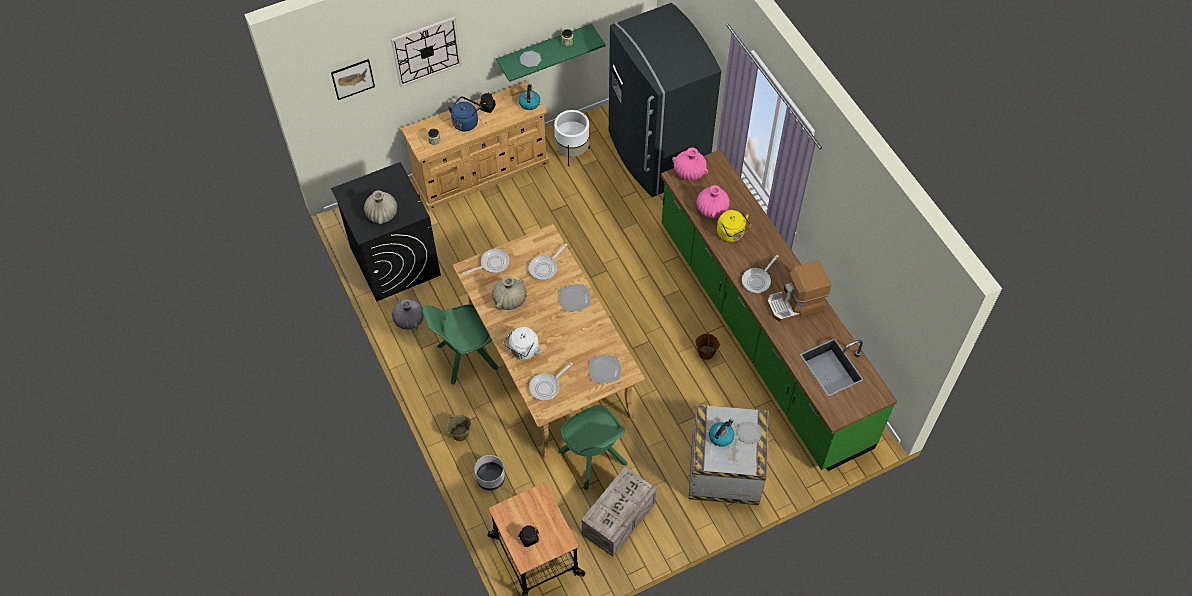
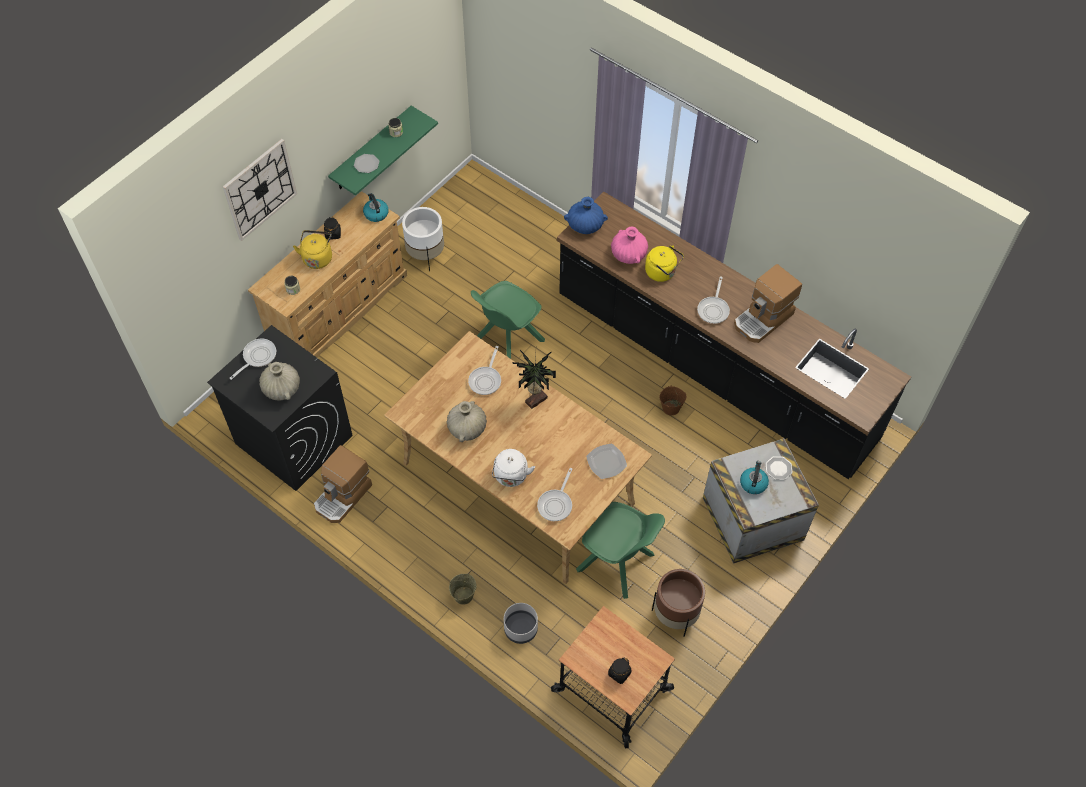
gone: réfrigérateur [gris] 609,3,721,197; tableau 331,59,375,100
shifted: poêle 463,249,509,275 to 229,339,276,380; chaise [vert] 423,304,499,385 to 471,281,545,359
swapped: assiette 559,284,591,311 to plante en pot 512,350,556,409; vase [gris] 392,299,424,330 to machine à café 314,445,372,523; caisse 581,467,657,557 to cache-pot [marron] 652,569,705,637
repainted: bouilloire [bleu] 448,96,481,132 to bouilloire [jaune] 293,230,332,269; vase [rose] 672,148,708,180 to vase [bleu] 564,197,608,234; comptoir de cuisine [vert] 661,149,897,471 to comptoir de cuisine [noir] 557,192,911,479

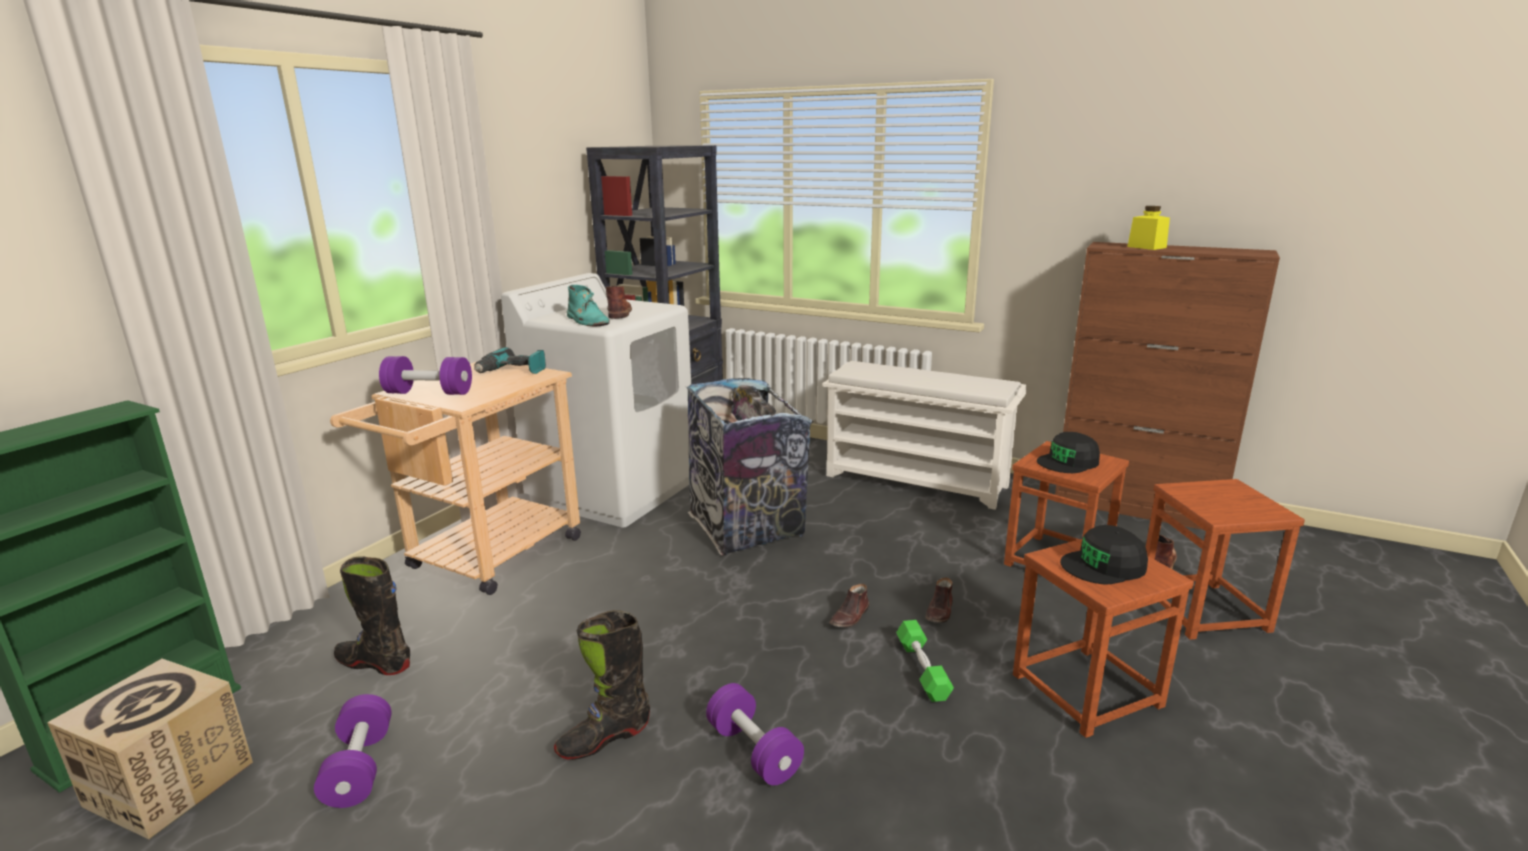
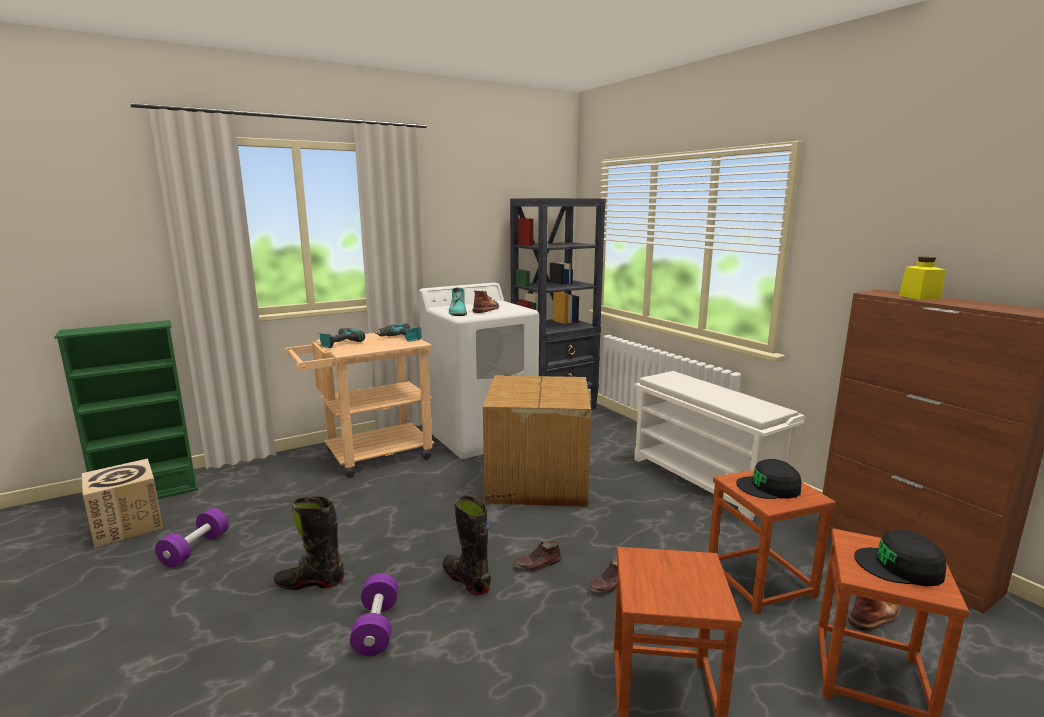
gone: haltère [vert] 896,620,954,702
shifted: casquette [noir] 1060,525,1148,584 to 854,530,947,586; botte [noir] 334,556,410,675 to 443,495,491,595
swapped: haltère [violet] 379,356,472,395 to perceuse 319,328,365,348; poubelle 687,378,813,556 to carton 483,375,591,507

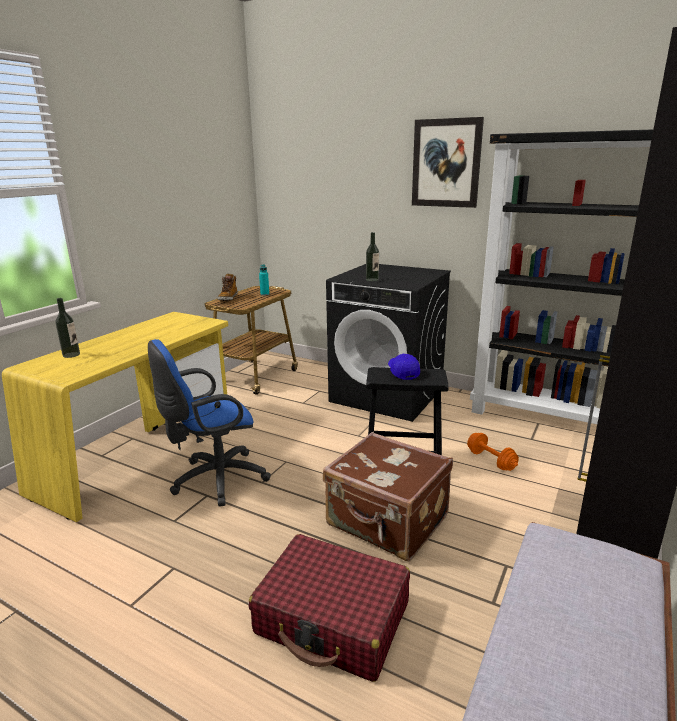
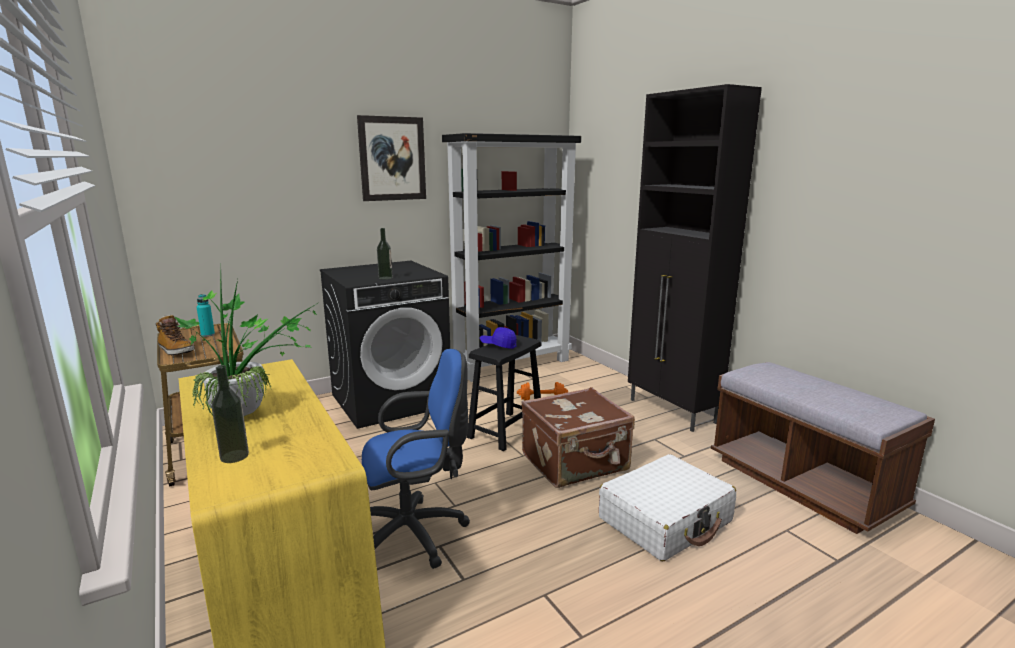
new: plante en pot 175,275,318,416
repainted: valise [rouge] 249,534,410,682 to valise [blanc] 599,454,736,561
rotated: chaise de bureau [bleu] 148,339,271,507 = 362,349,470,569 105 degrees counterclockwise

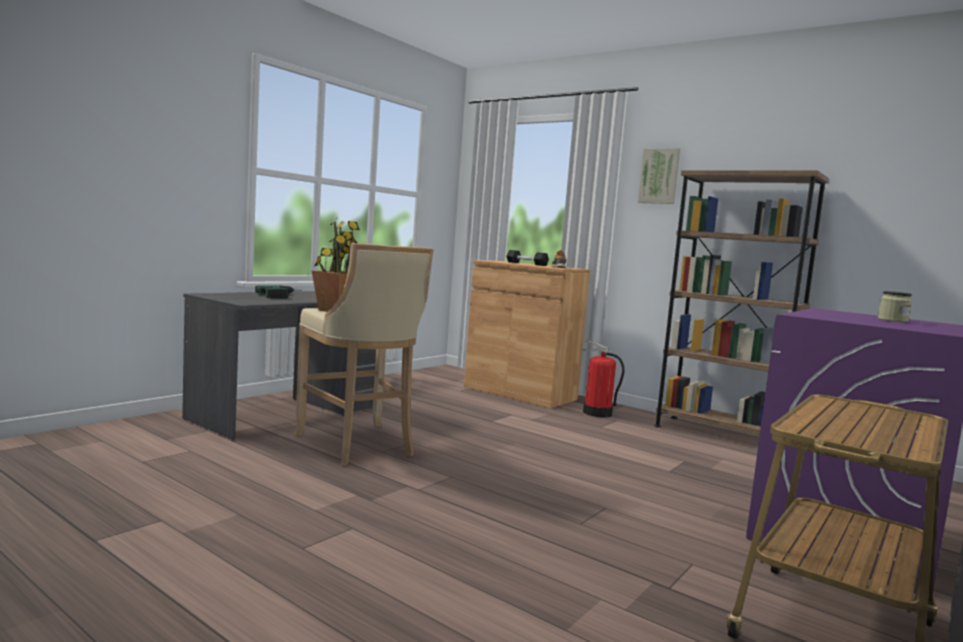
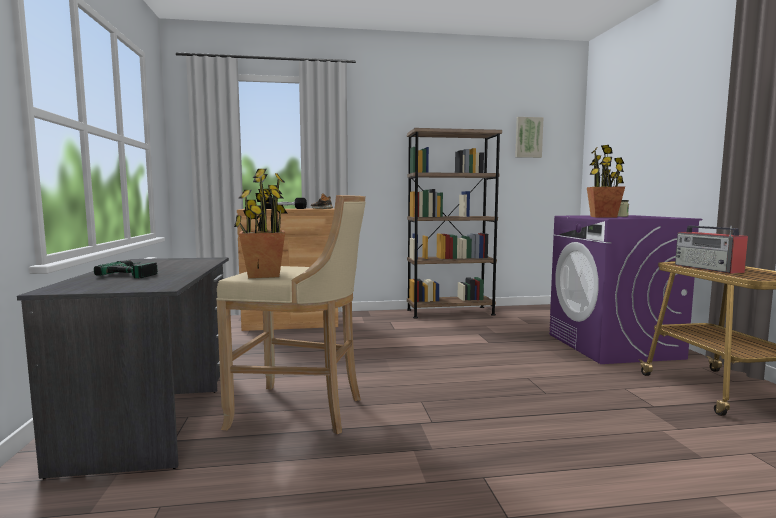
gone: extincteur 583,341,625,417
new: plante en pot 587,145,625,218; radio 675,226,748,274
shifted: tableau 638,148,680,204 to 515,117,544,158

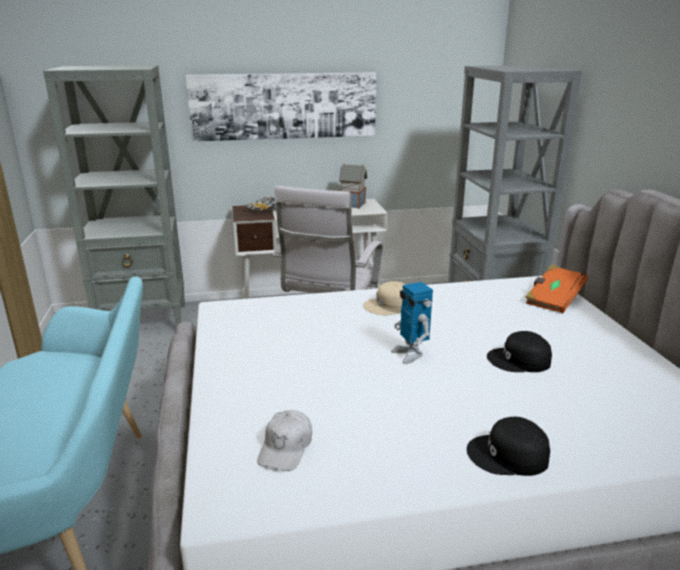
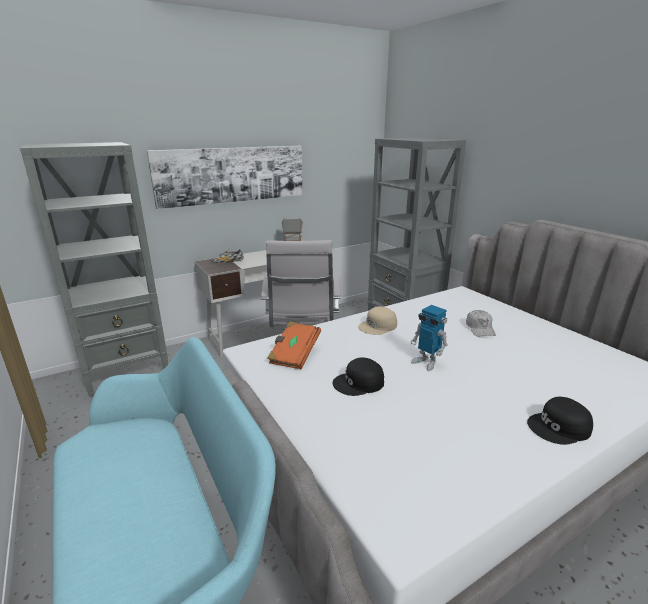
shifted: livre [orange] 525,265,588,313 to 267,321,321,369; casquette [noir] 487,331,552,372 to 333,357,384,396; casquette [blanc] 257,410,312,471 to 466,310,496,336

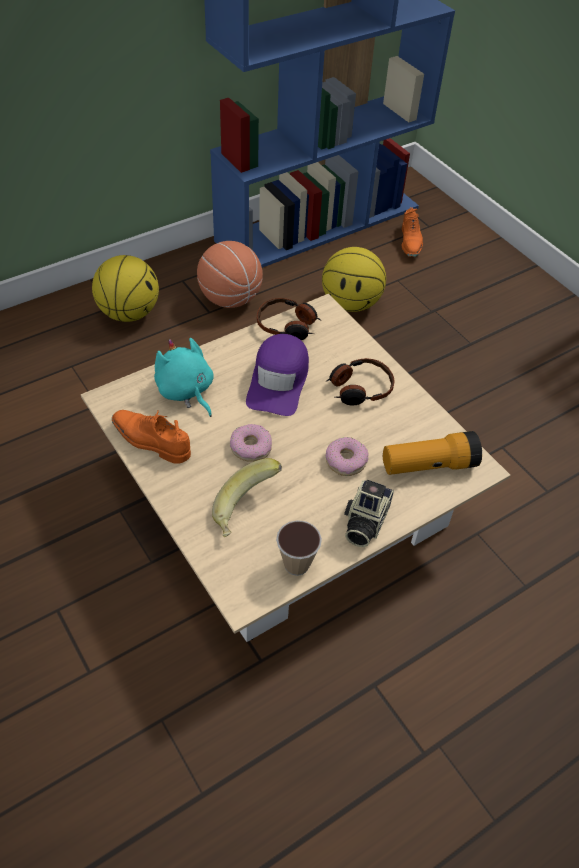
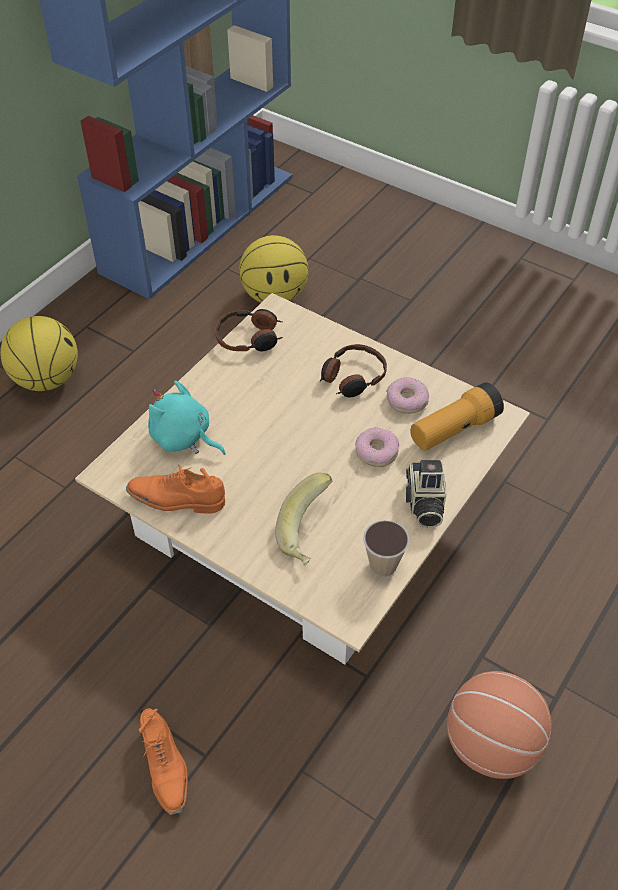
gone: casquette [violet] 246,334,309,416
shifted: chaussure [orange] 402,207,423,257 to 139,708,188,815; ballon de basket 197,241,263,308 to 447,671,551,779; beignet 230,424,272,462 to 386,377,429,414

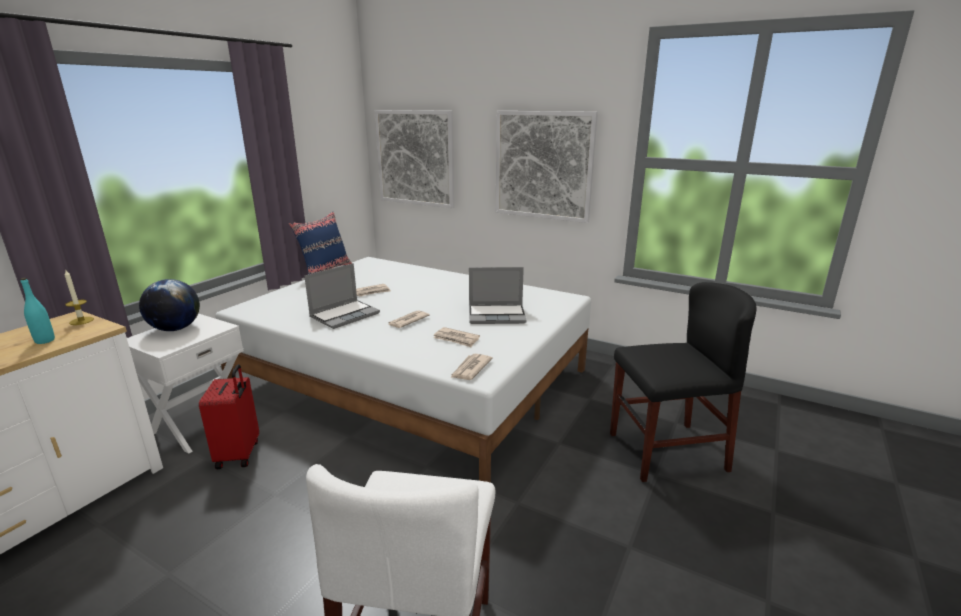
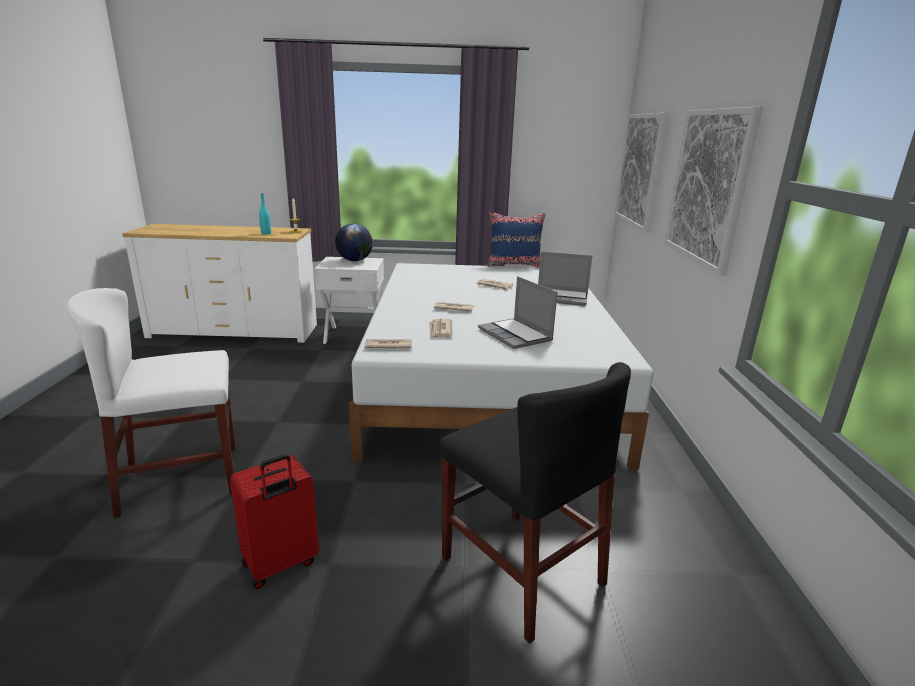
shifted: ordinateur portable 304,263,380,329 to 538,252,592,306; valise [rouge] 199,364,259,469 to 230,454,319,589

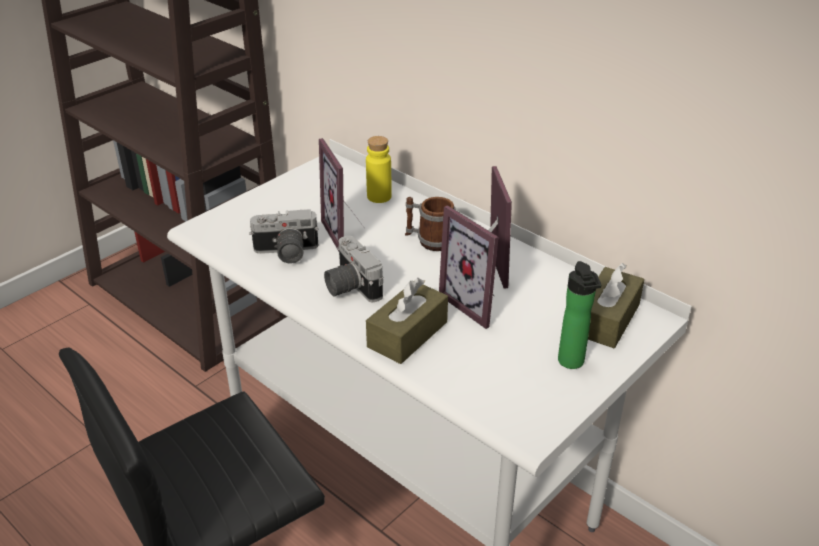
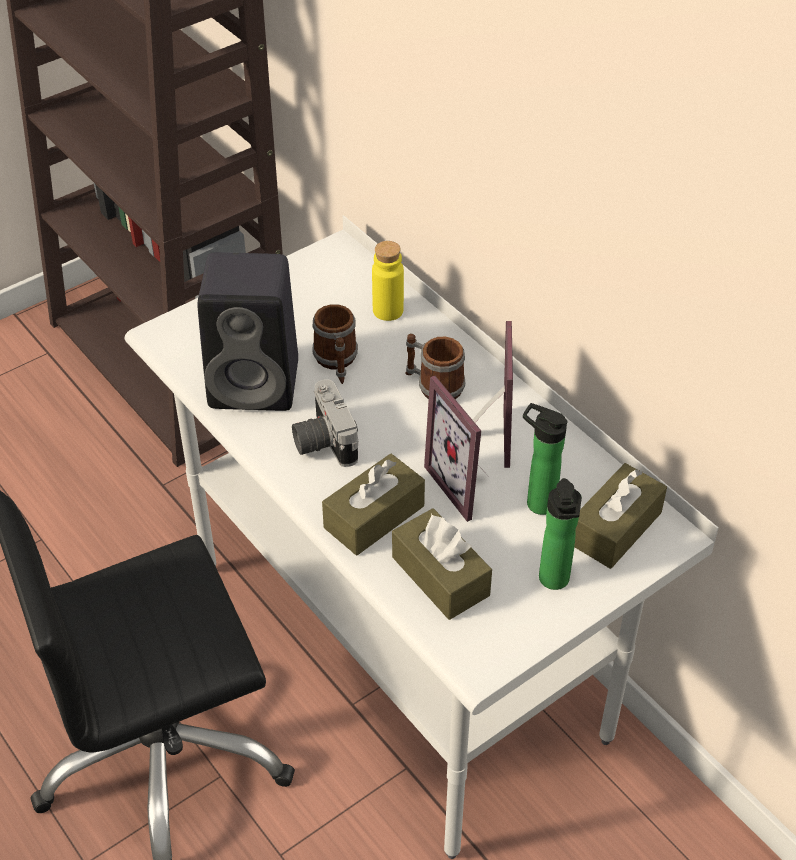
new: bouteille 523,403,568,515; boîte à mouchoirs [marron] 392,508,492,620
swapped: cadre photo 319,138,366,251 to mug 312,304,358,384; appareil photo 249,209,319,264 to enceinte [noir] 197,252,298,411

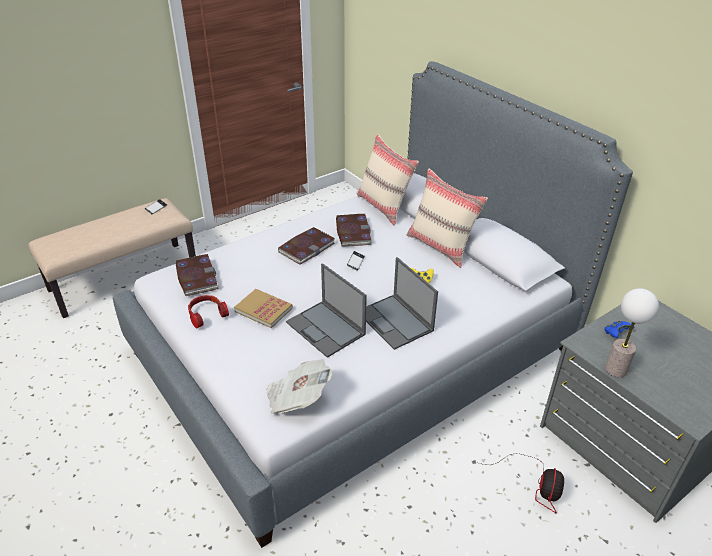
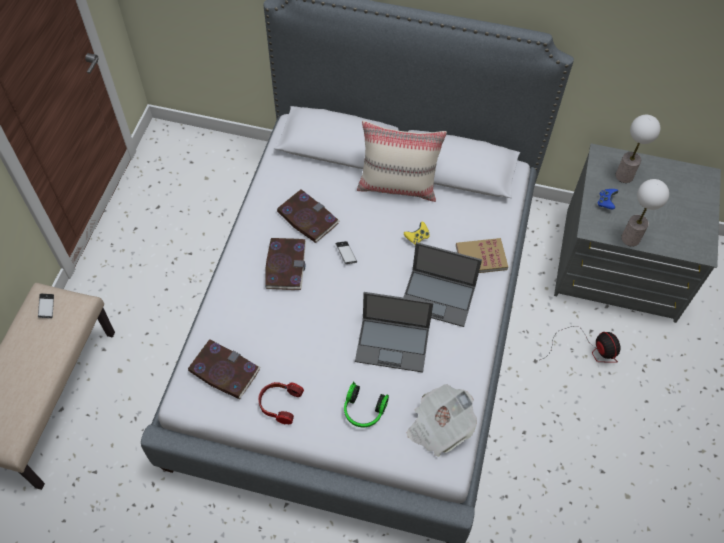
gone: coussin [beige] 357,134,419,226
new: lampe de table 616,115,660,183; casque audio 344,381,389,428
shifted: livre 234,289,293,328 to 456,238,508,273

